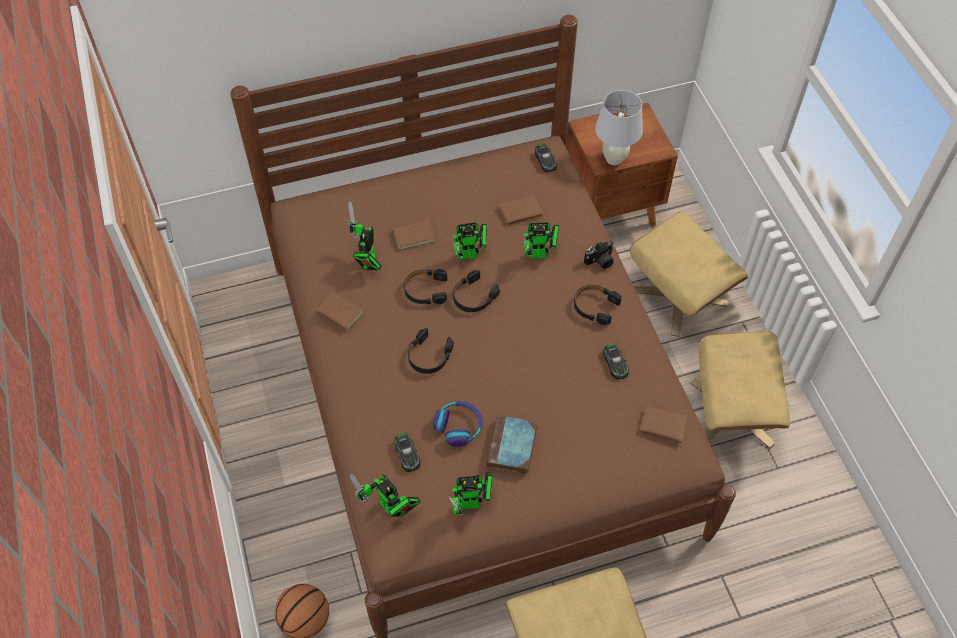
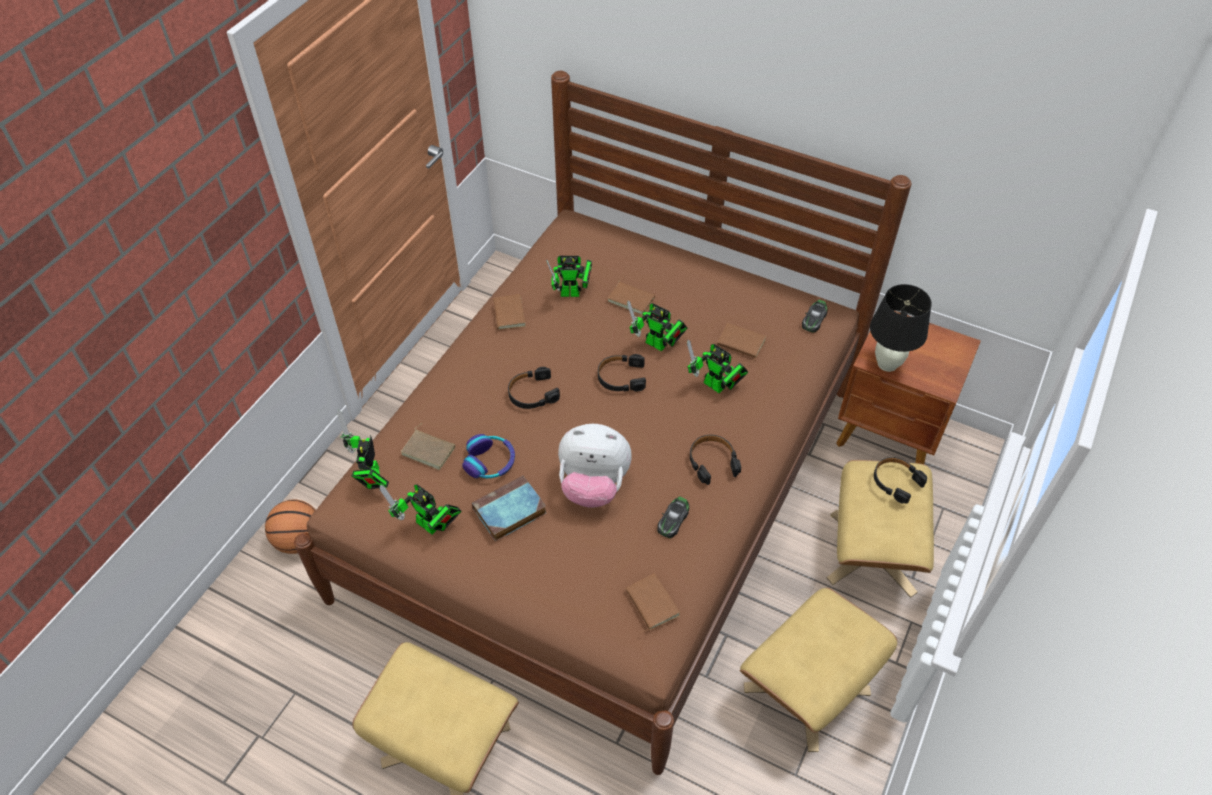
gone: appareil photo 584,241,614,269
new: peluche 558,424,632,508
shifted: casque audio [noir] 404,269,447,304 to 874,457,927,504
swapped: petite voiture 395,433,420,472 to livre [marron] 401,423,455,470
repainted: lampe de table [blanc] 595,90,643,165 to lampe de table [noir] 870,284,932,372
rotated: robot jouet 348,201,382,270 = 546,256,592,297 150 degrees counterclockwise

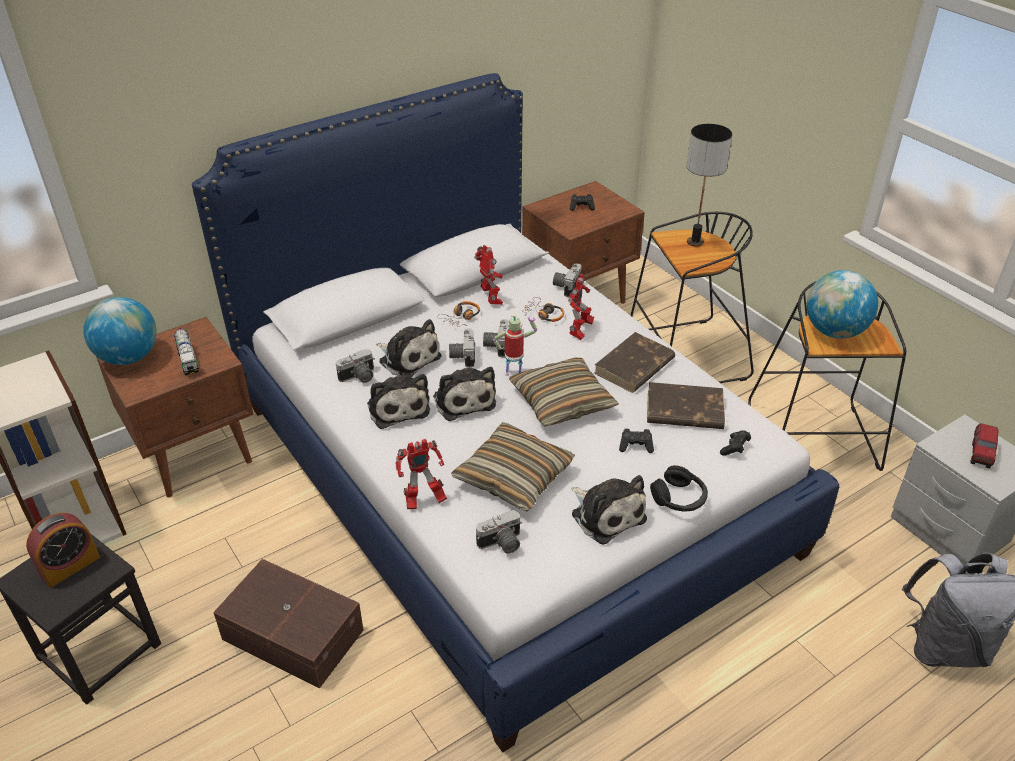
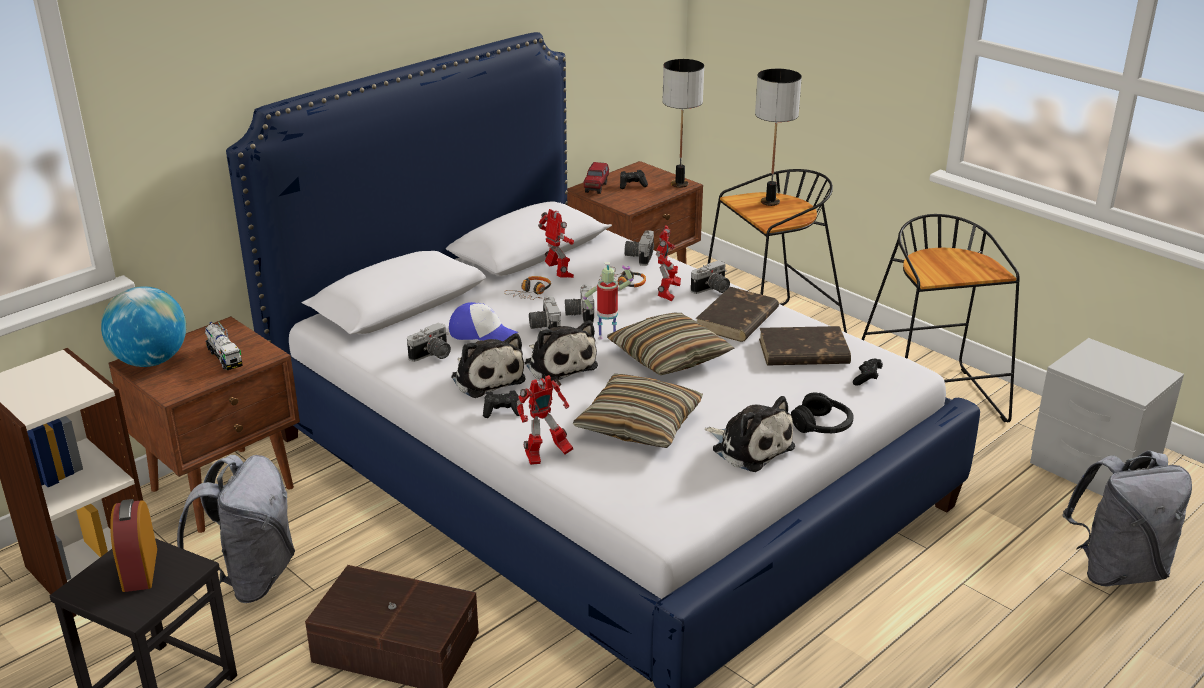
gone: globe 806,270,878,339
new: lampe de table 663,59,704,188; sac à dos [gris] 177,455,295,603
shifted: camion jouet 970,423,999,468 to 584,162,609,194; manette [noir] 619,429,654,453 to 483,391,520,418; appareil photo 476,510,522,553 to 691,260,730,294
swapped: peluche 376,319,442,377 to casquette 449,302,518,341
rotated: réveil 26,513,100,588 = 110,499,157,592 135 degrees clockwise

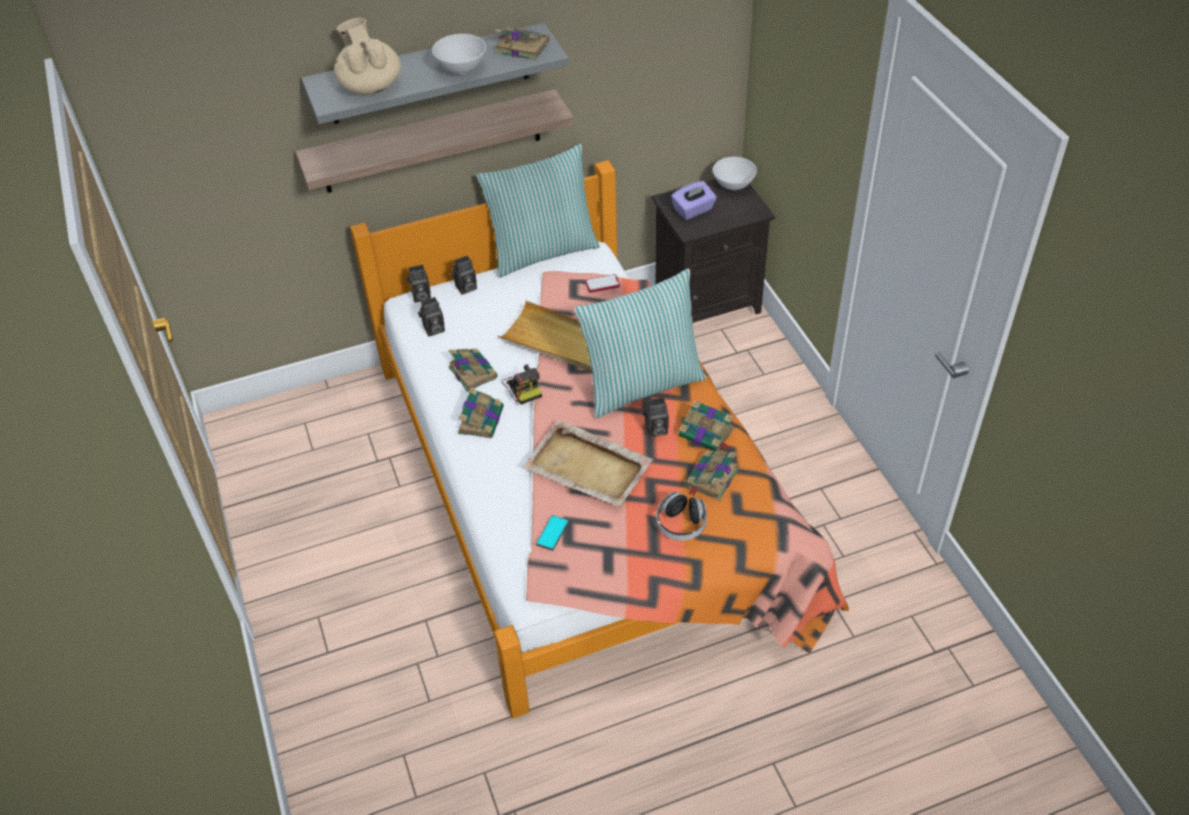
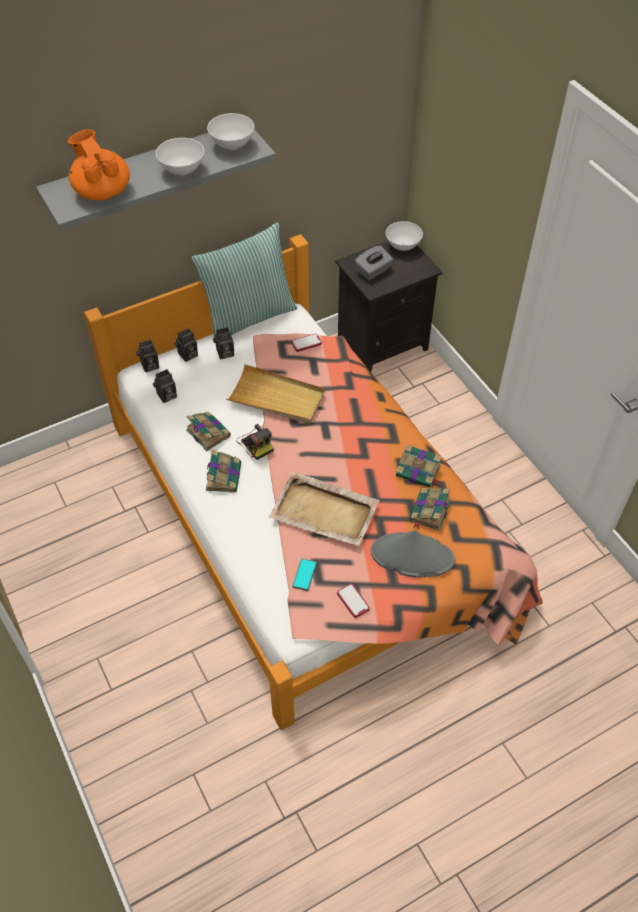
gone: étagère 296,89,574,193; coussin 574,269,706,418
new: téléphone 337,584,370,618
shifted: appareil photo 642,397,669,437 to 213,327,234,359
swapped: livre 495,27,549,61 to bol [blanc] 207,113,254,150; casque audio 656,492,707,541 to chapeau [gris] 371,530,455,578
repainted: théière [beige] 334,18,401,94 to théière [orange] 68,129,130,201; boîte à mouchoirs [violet] 671,181,717,220 to boîte à mouchoirs [gris] 355,245,393,280

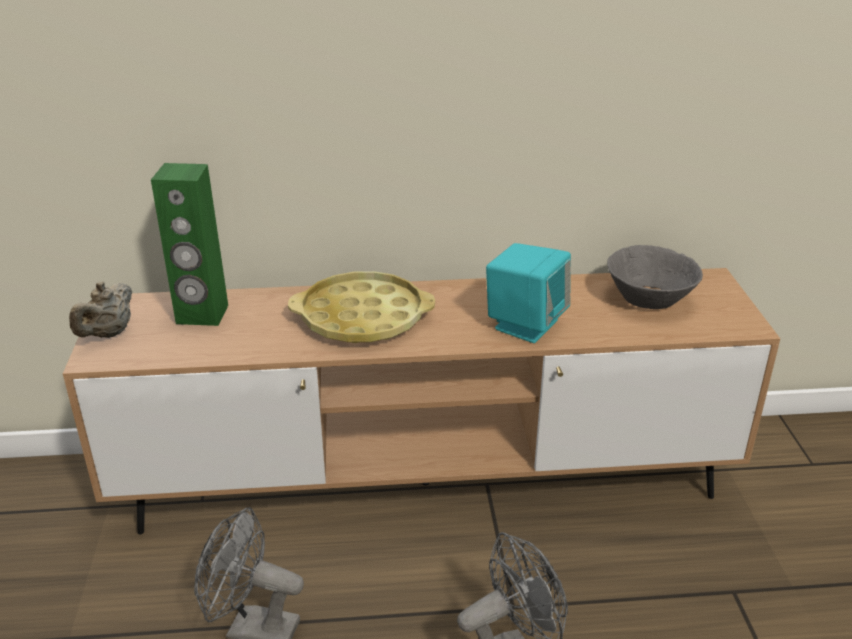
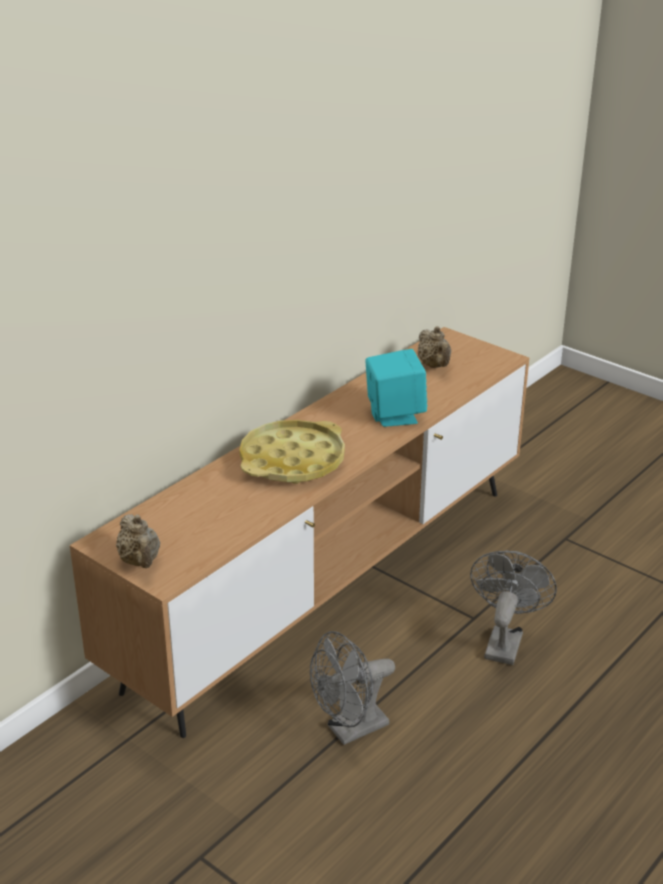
gone: enceinte [vert] 151,163,228,326
swapped: bol [gris] 607,245,703,309 to théière [beige] 418,326,451,368

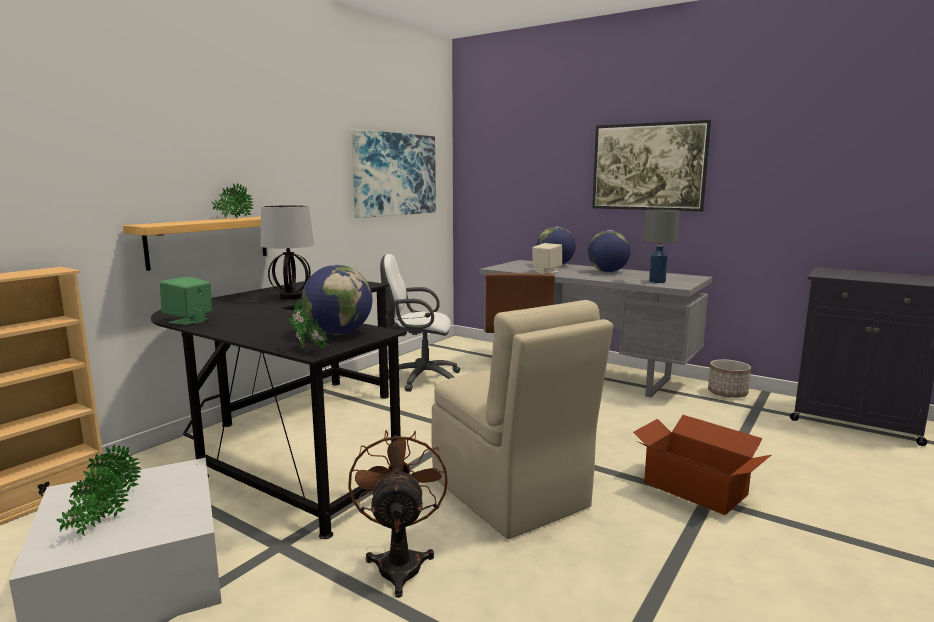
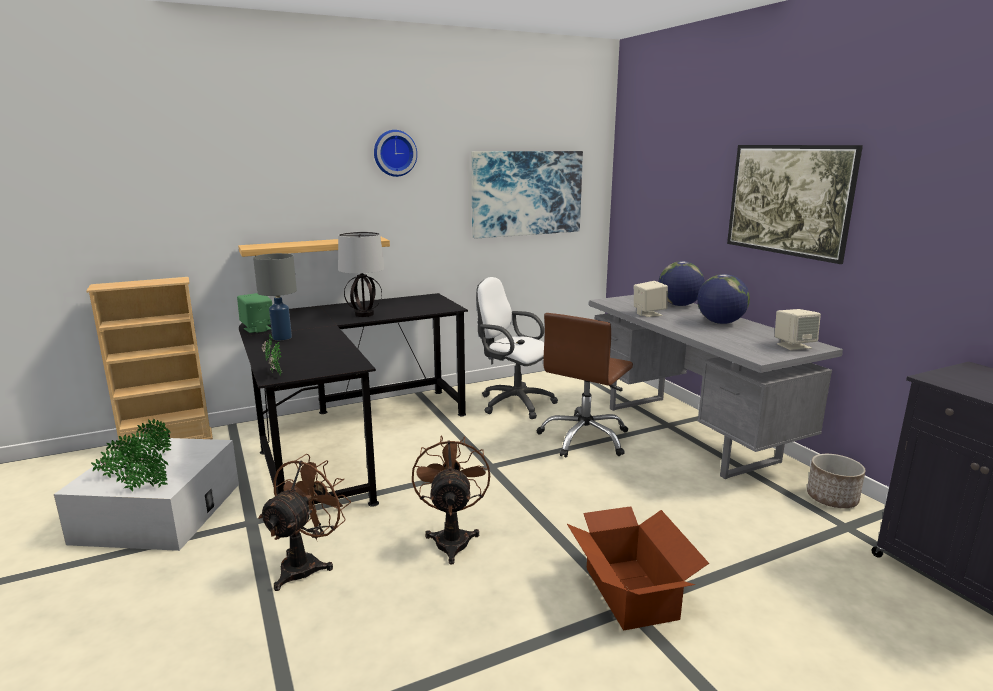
gone: globe 302,265,372,334
new: horloge murale 374,130,417,177; enceinte [beige] 774,309,821,350
shifted: plante en pot 212,183,253,218 to 115,449,168,491; lampe de table [gris] 644,210,680,283 to 253,253,297,340
swapped: chaise [beige] 432,300,613,539 to ventilateur [marron] 412,435,490,564

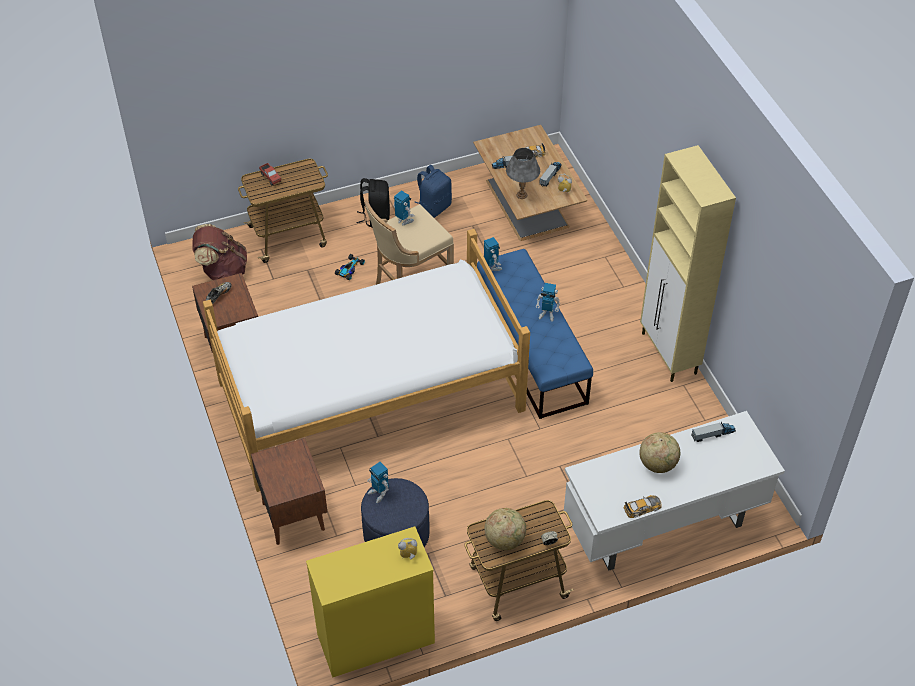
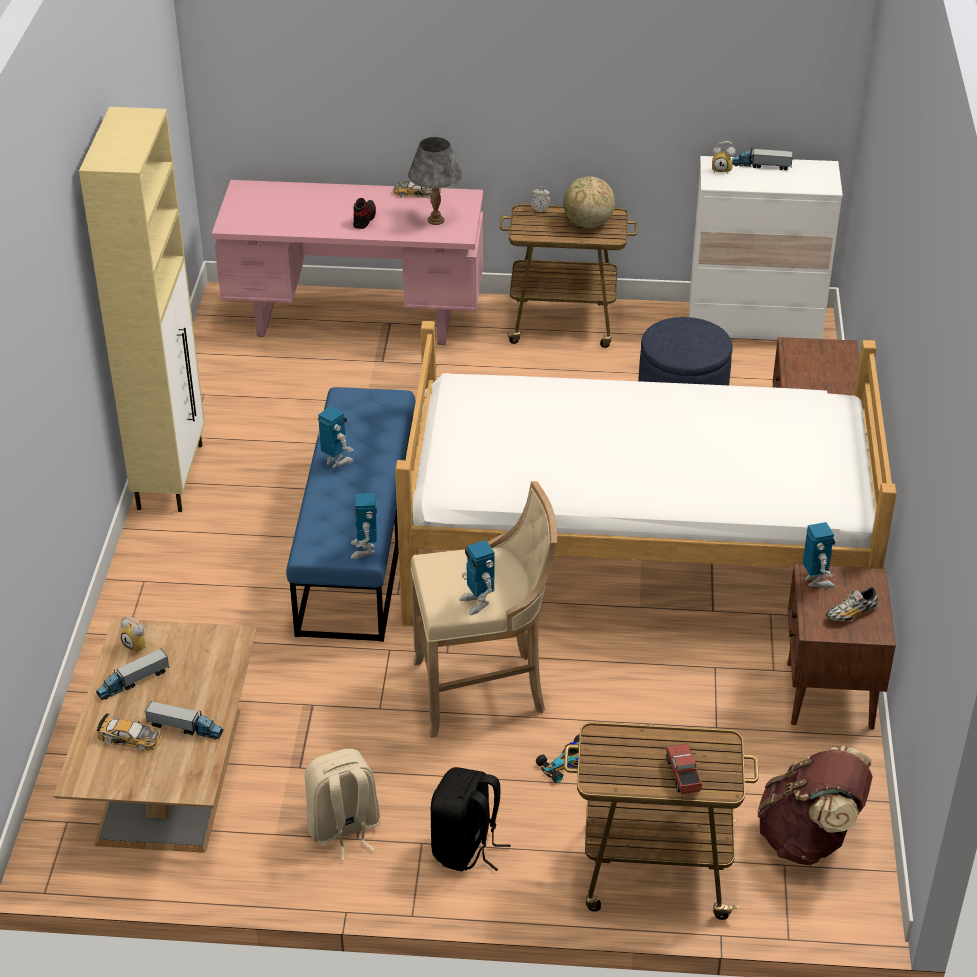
shifted: lampe de table [gris] 506,148,540,199 to 408,137,462,225; camion jouet 692,422,736,442 to 732,147,793,171; robot jouet 368,462,389,503 to 803,522,835,588
swapped: globe 639,432,680,473 to chaussure 353,198,376,229
repainted: sac à dos [bleu] 414,165,452,218 to sac à dos [beige] 305,749,380,861; bureau [blanc] 564,411,785,570 to bureau [rose] 212,180,483,345; commode [jaune] 306,526,435,678 to commode [blanc] 689,156,843,340

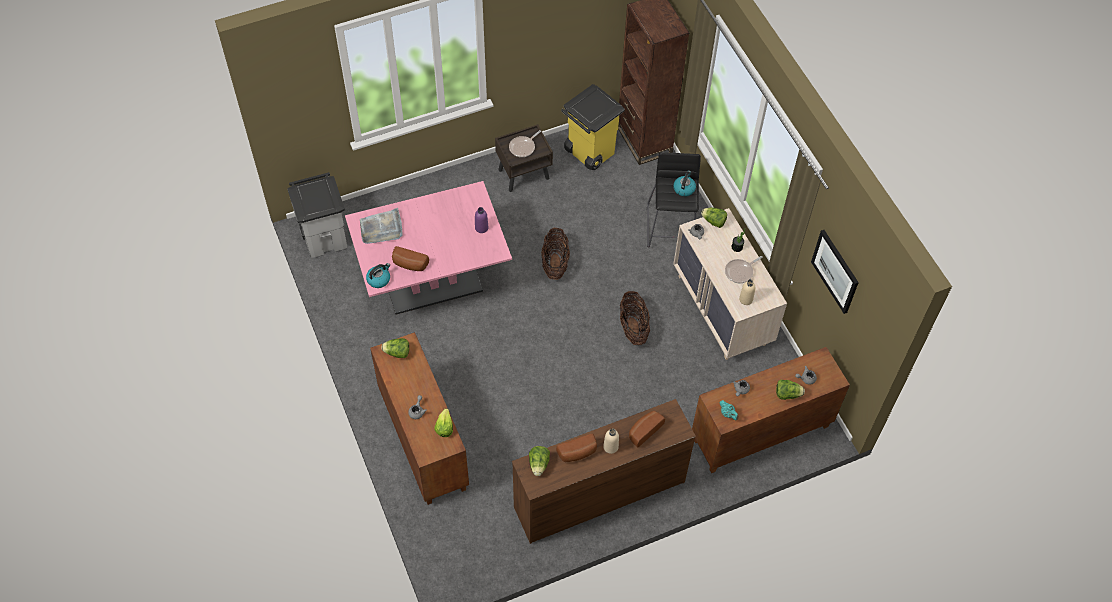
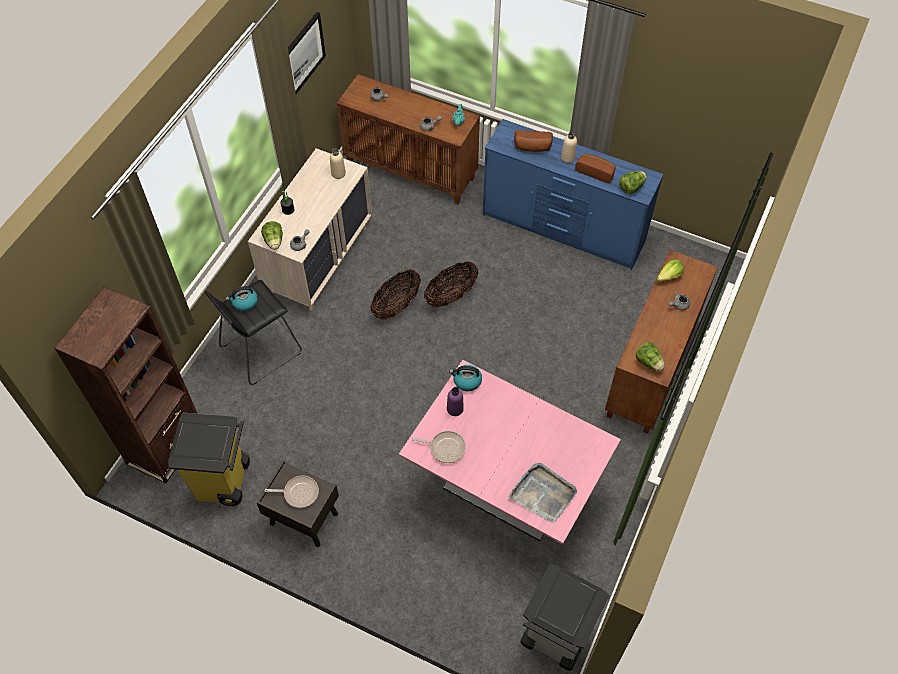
gone: pain 392,246,429,271; laitue 776,380,805,400
shifted: panier 541,228,570,280 to 424,261,479,307; poêle 725,256,763,283 to 412,431,466,463; bouilloire 366,263,390,288 to 449,365,482,391
repainted: commode [marron] 512,399,696,544 to commode [bleu] 483,119,664,270

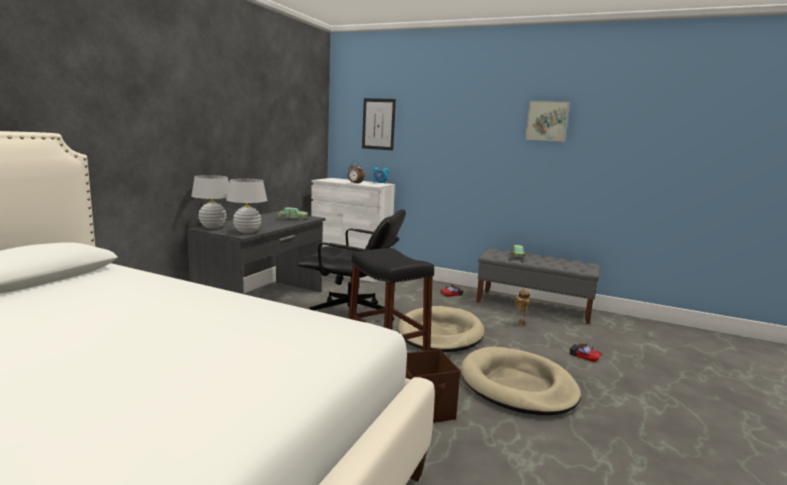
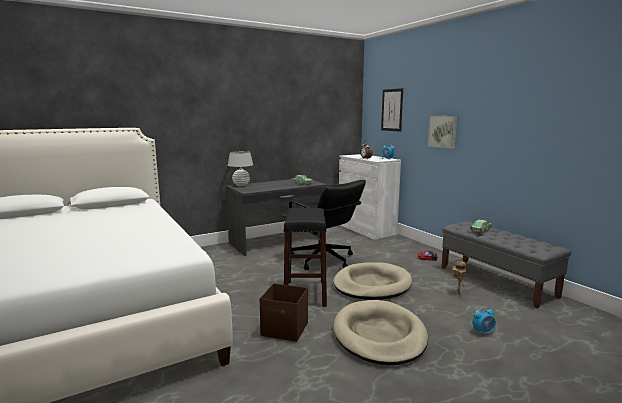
gone: lampe de table [blanc] 226,179,267,233
shifted: tableau 525,101,570,142 to 428,116,457,149
swapped: petite voiture 570,343,602,362 to réveil 473,306,496,335

